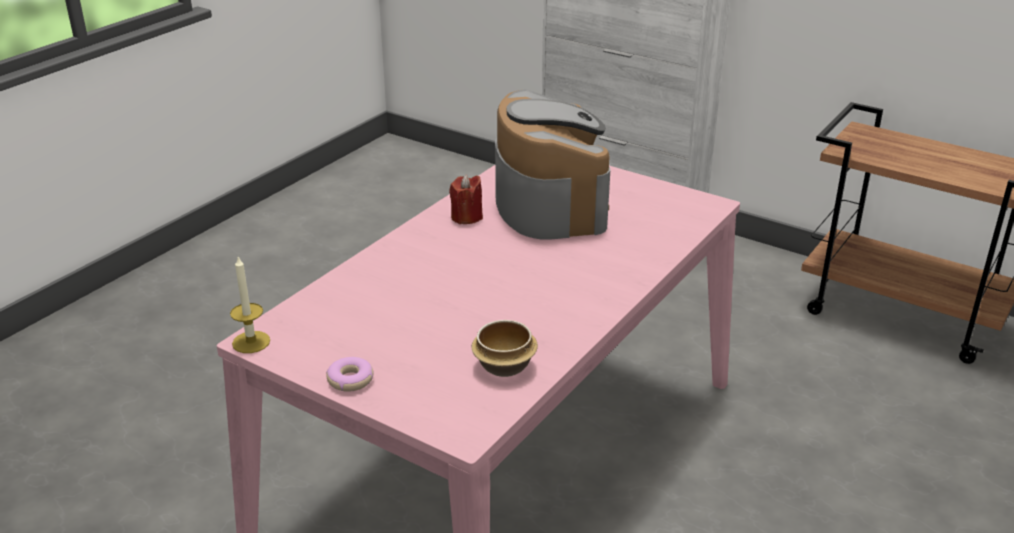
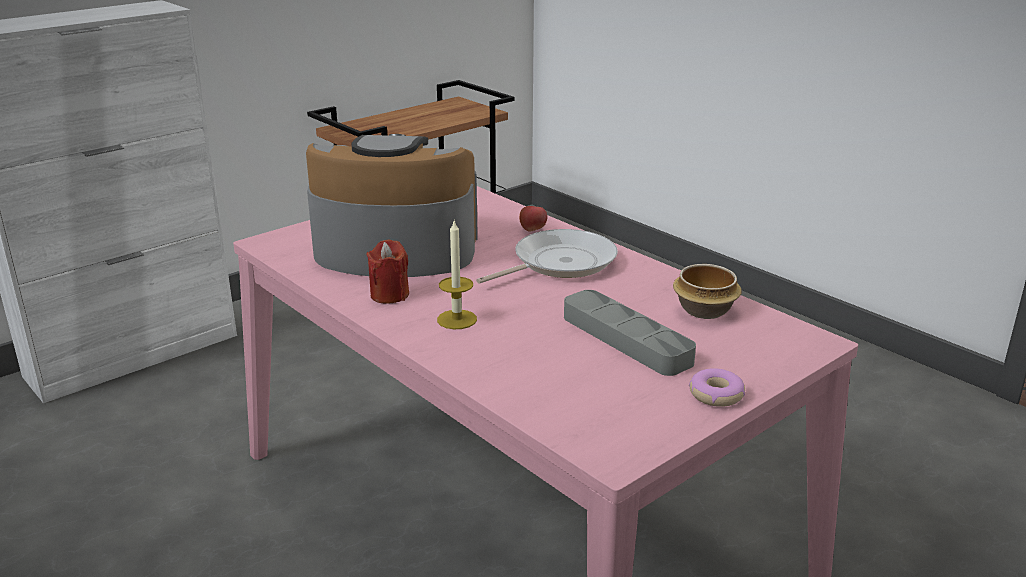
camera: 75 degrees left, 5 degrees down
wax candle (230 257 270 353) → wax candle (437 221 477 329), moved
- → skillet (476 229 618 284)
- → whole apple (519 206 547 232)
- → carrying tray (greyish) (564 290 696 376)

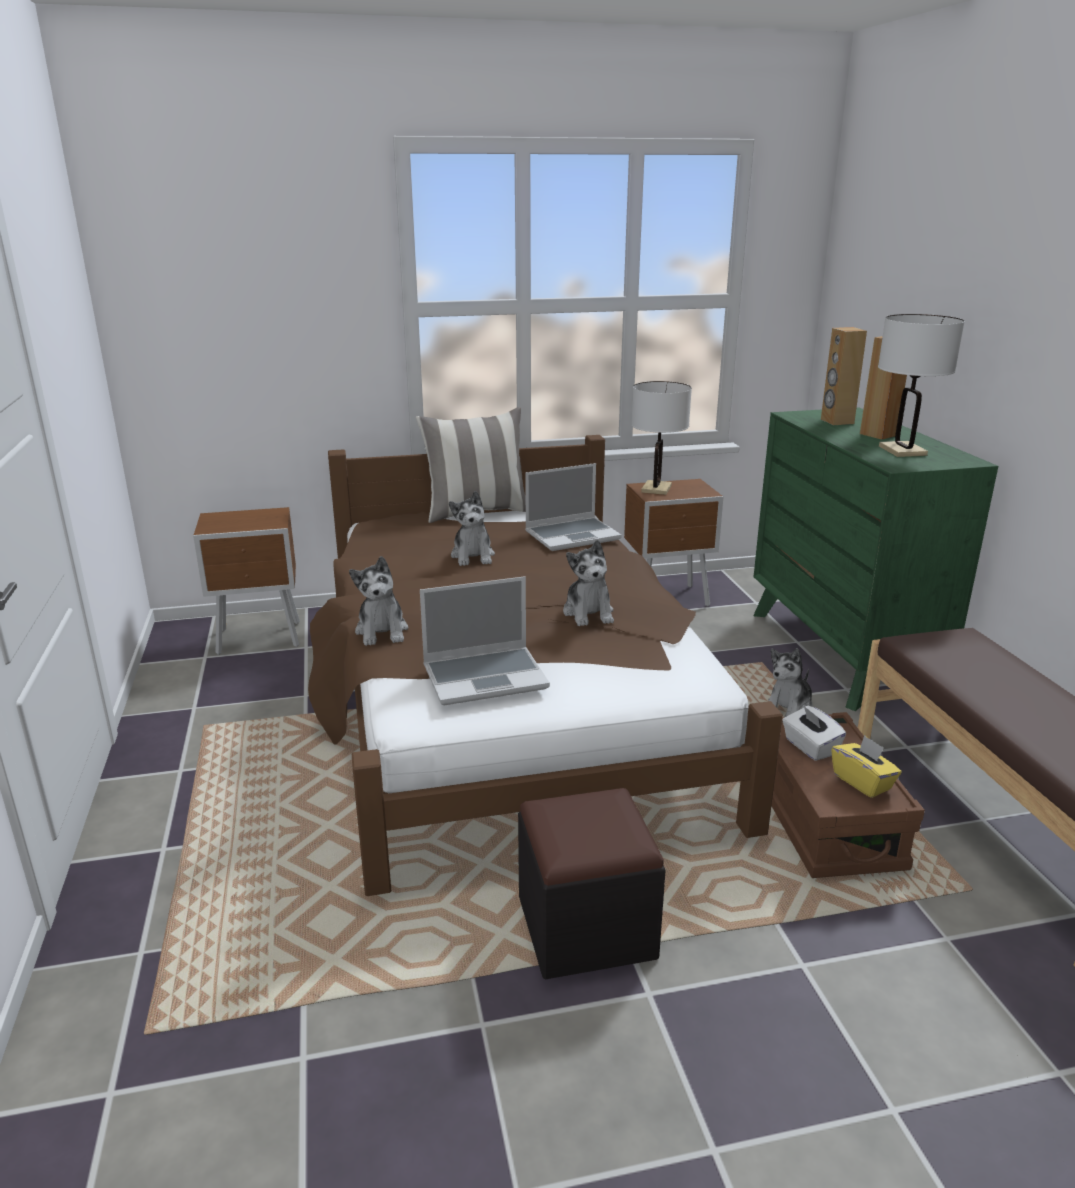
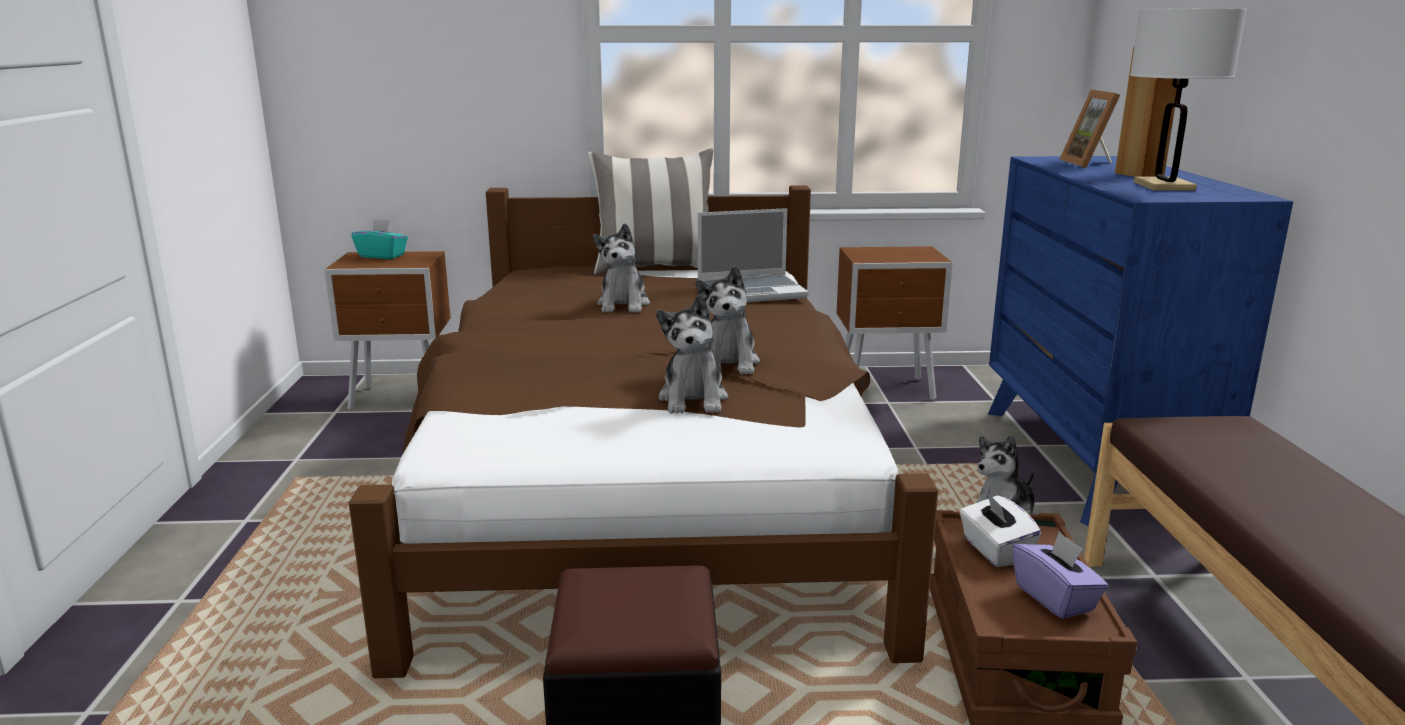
camera: 10 degrees right, 5 degrees down
- → tissue holder (turquoise) (351 219 408 259)
plush toy (349 556 408 646) → plush toy (656 295 728 414), moved
drawer chest (green) (754 407 998 711) → drawer chest (blue-coloured) (988 156 1293 526)
tissue holder (yellow-coloured) (831 735 902 798) → tissue holder (purplish) (1012 531 1108 619)
speaker (brown-coloured) (821 327 867 425) → photo frame (1060 90 1120 168)
laptop (420 576 550 705) → -
lamp for a table (whitish) (631 381 692 495) → -

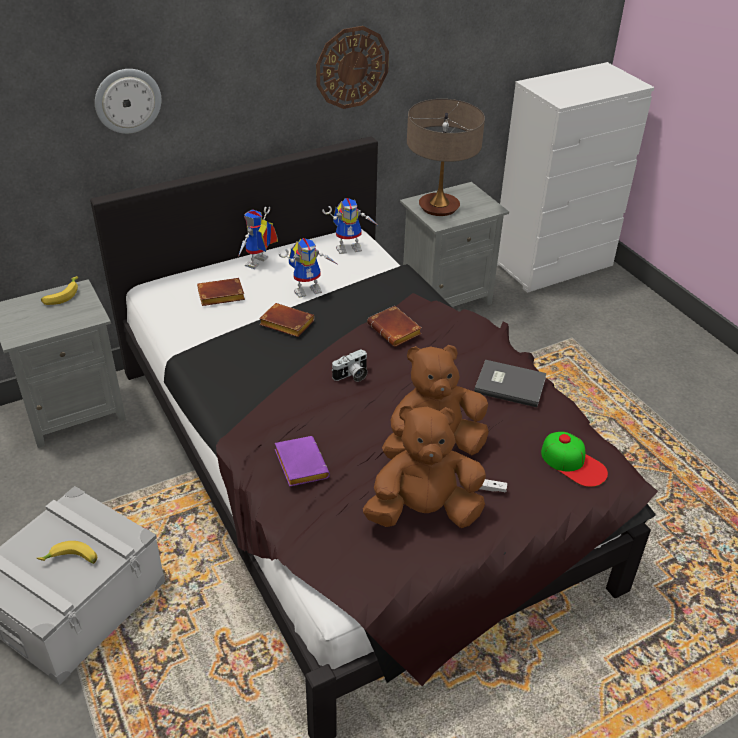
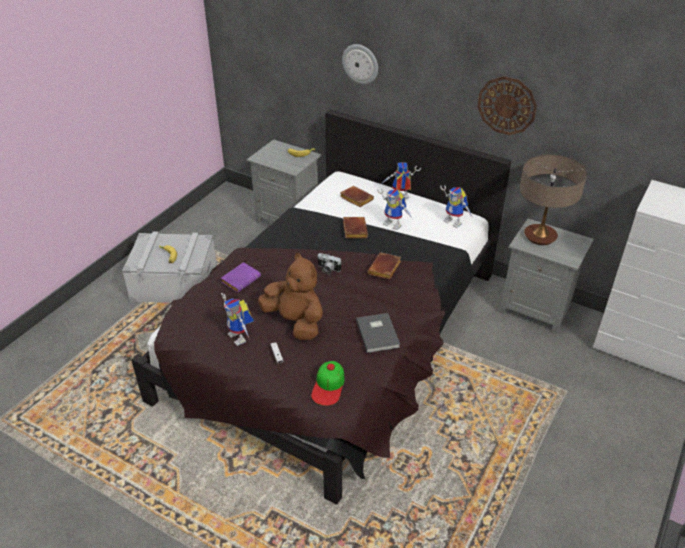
camera: 60 degrees right, 0 degrees up
plush toy (brown-coloured) (363 405 486 528) → model robot (221 293 254 346)

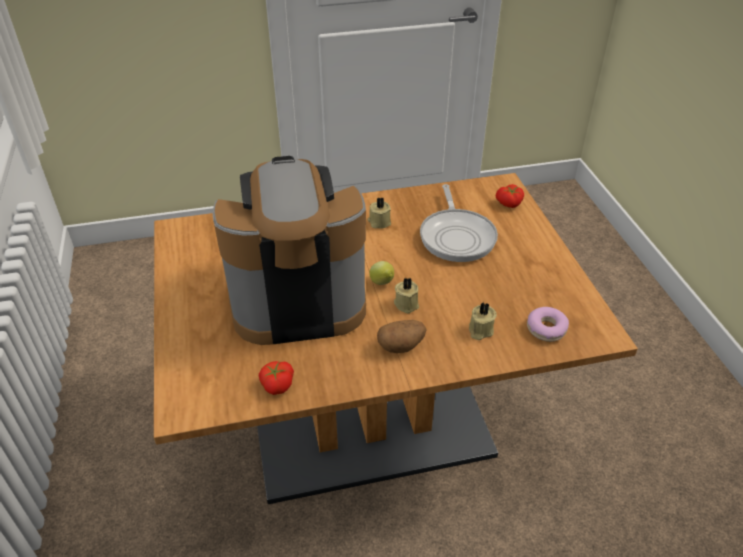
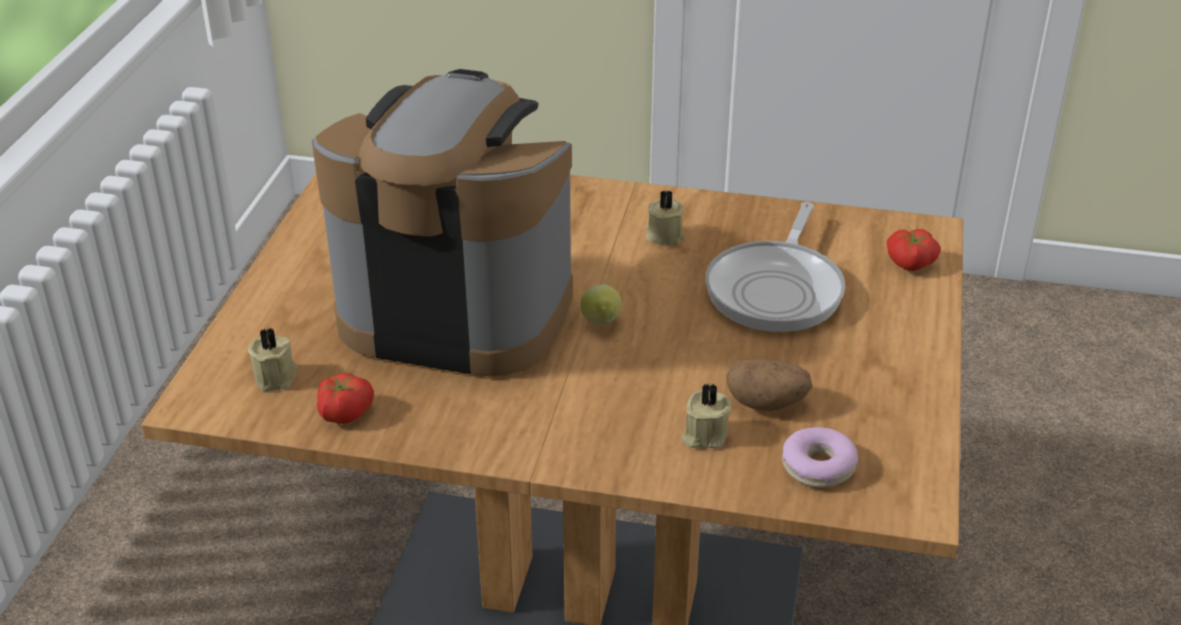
camera: 25 degrees right, 5 degrees down
wax candle (beige) (394 277 419 314) → wax candle (beige) (248 328 298 392), moved
whole potato (377 320 427 353) → whole potato (726 359 813 411), moved

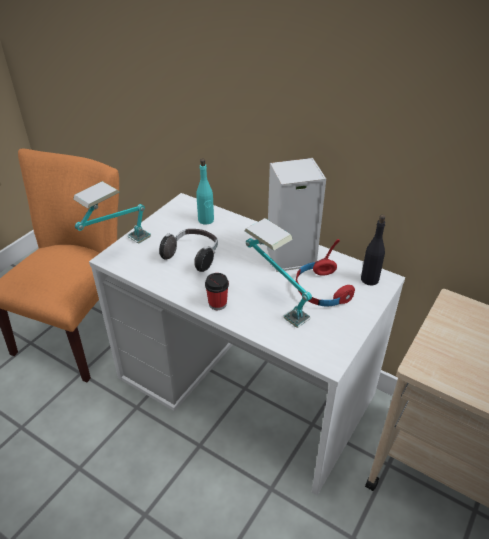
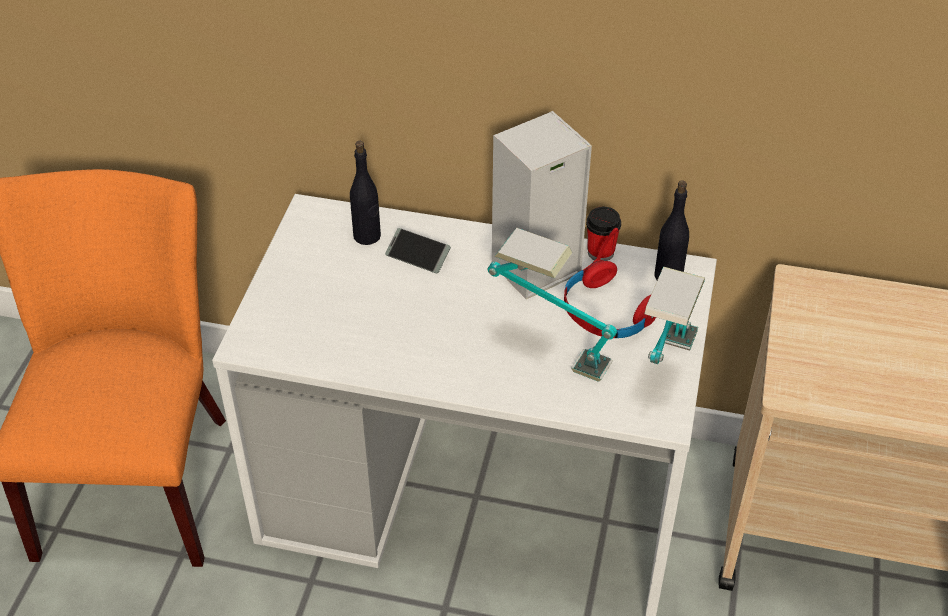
camera: 20 degrees left, 5 degrees up
drink bottle (turquoise) (196 159 214 225) → drink bottle (blackish) (350 141 381 245)
- → phone (385 228 451 273)
drinking cup (205 273 229 310) → drinking cup (586 207 621 261), moved
lamp for a table (73 181 151 244) → lamp for a table (644 266 705 364), moved
headset (159 229 218 272) → -

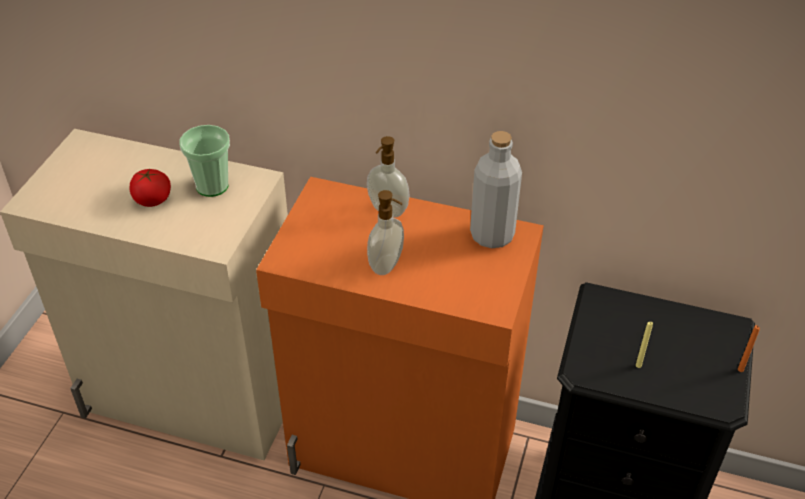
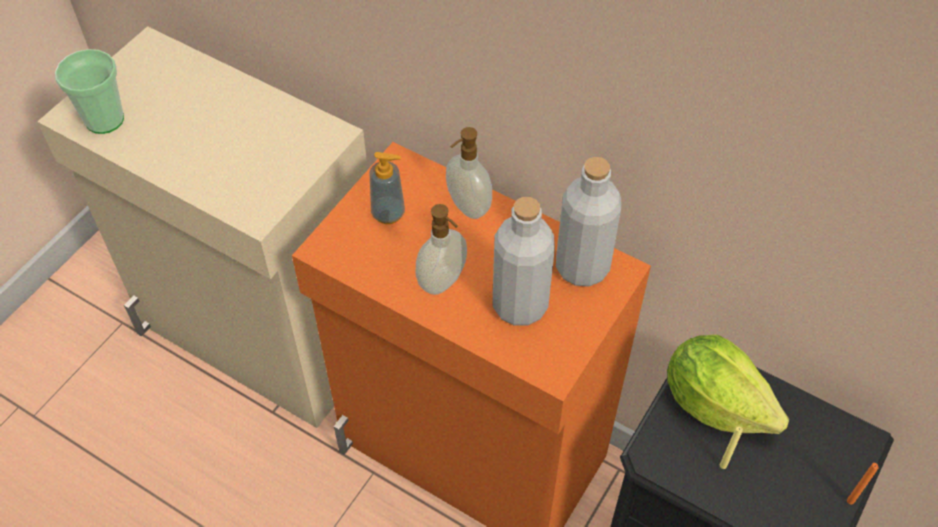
camera: 15 degrees right, 10 degrees up
drinking cup (180 125 230 197) → drinking cup (55 49 124 134), moved
- → soap bottle (370 152 405 224)
- → drink bottle (greyish) (493 197 555 325)
- → head of lettuce (667 335 789 434)
tomato (130 169 171 207) → -

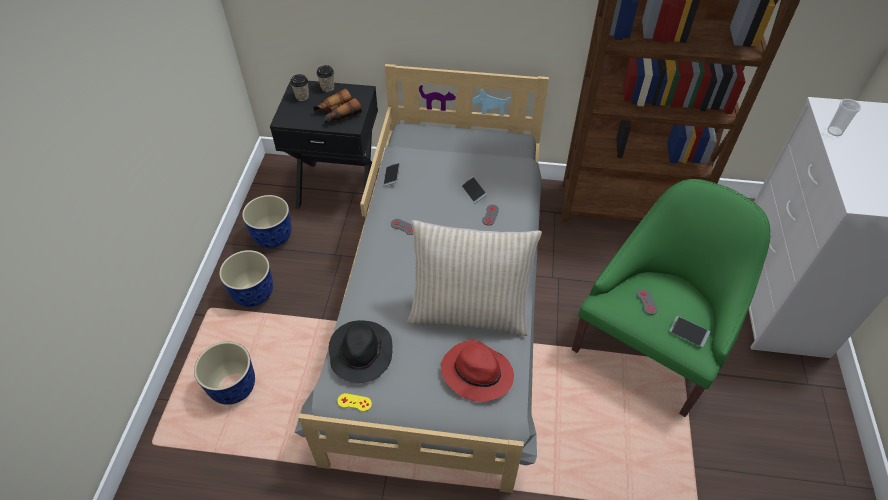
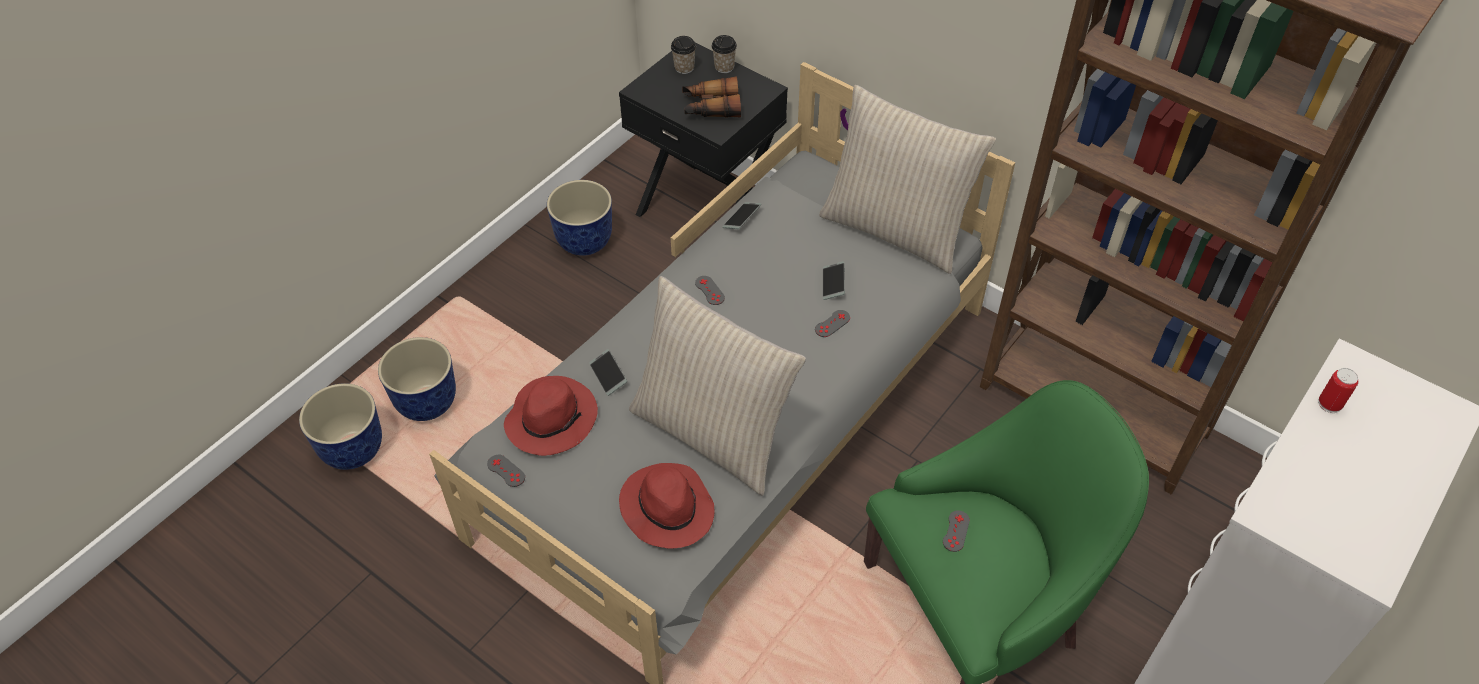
camera: 30 degrees right, 0 degrees up
plant pot (219 250 273 307) → plant pot (299 383 382 470), moved
gamepad (yellow-coloured) (337 393 372 411) → gamepad (greyish) (487 455 525 487)
clothing hat (blackish) (329 320 393 383) → clothing hat (red) (504 376 598 456)
phone (669 316 710 347) → phone (589 349 627 396), moved
- → pillow (beige) (819 85 996 274)
drinking cup (827 99 861 136) → metal can (1318 368 1358 413)

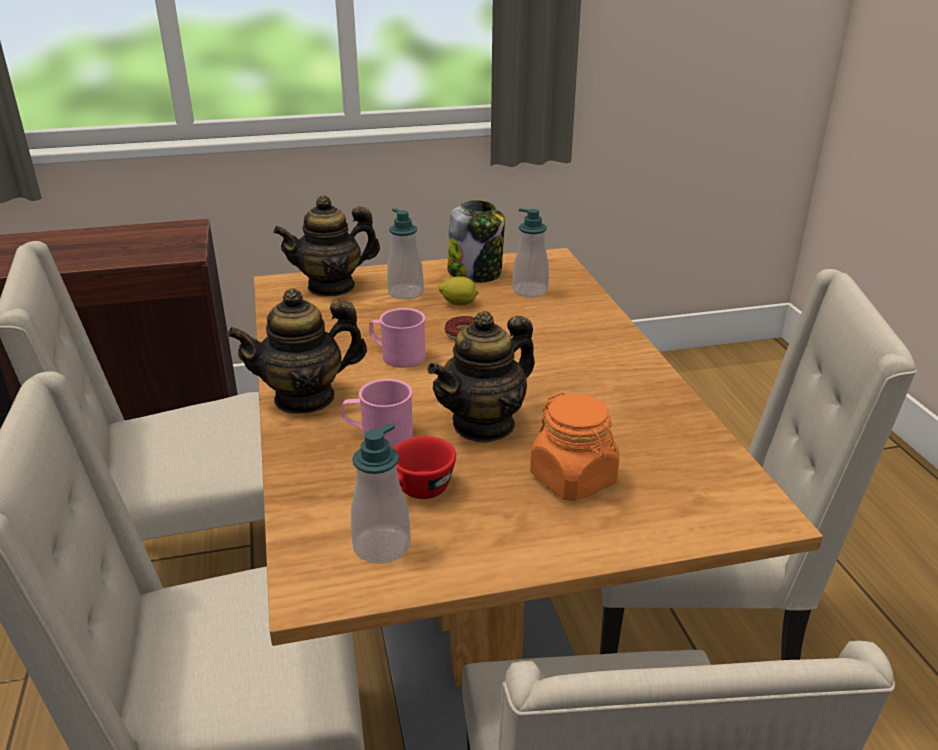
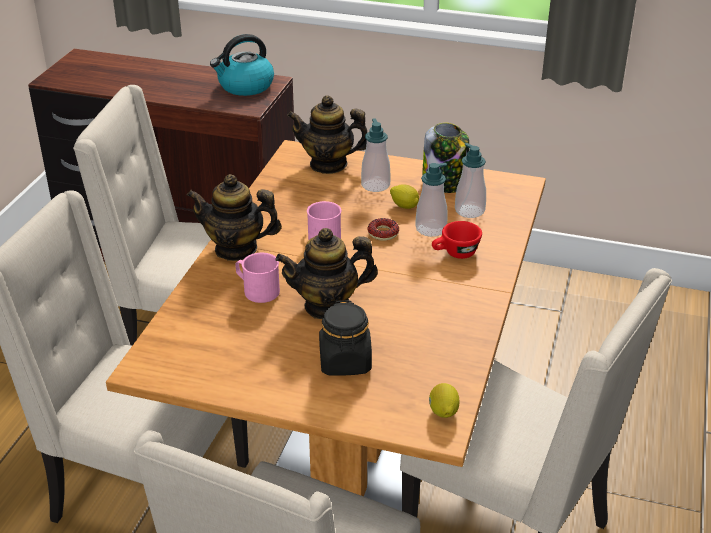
camera: 30 degrees right, 5 degrees up
- → kettle (210 34 274 96)
preserve jar (orange-coloured) (530 392 619 501) → preserve jar (blackish) (319 300 372 376)
soap bottle (351 423 411 564) → soap bottle (415 163 448 237), moved
- → lemon (429 383 459 418)
drinking cup (red) (394 436 456 499) → drinking cup (red) (432 221 482 259), moved

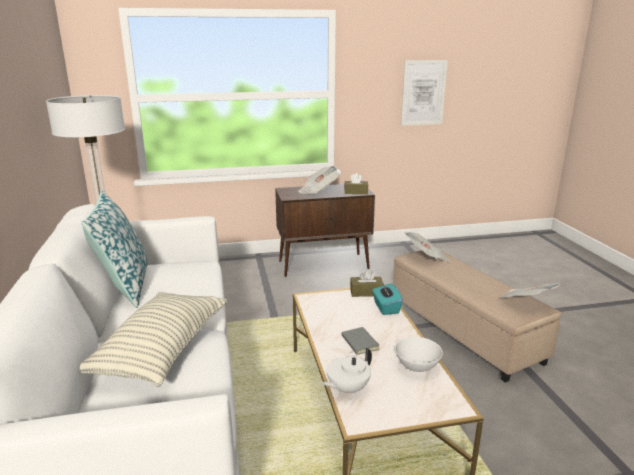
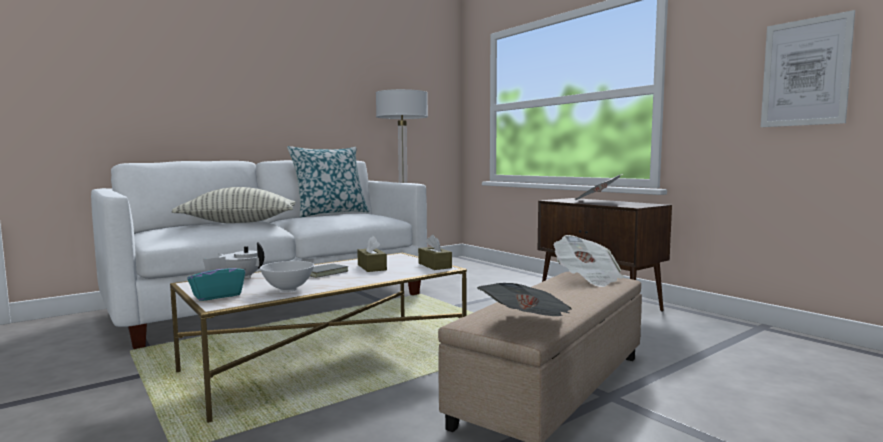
camera: 65 degrees right, 15 degrees down
tissue holder (turquoise) (372 281 403 315) → tissue holder (turquoise) (187 256 245 301), moved
tissue holder (brown-coloured) (344 173 368 194) → tissue holder (brown-coloured) (357 236 387 272), moved

